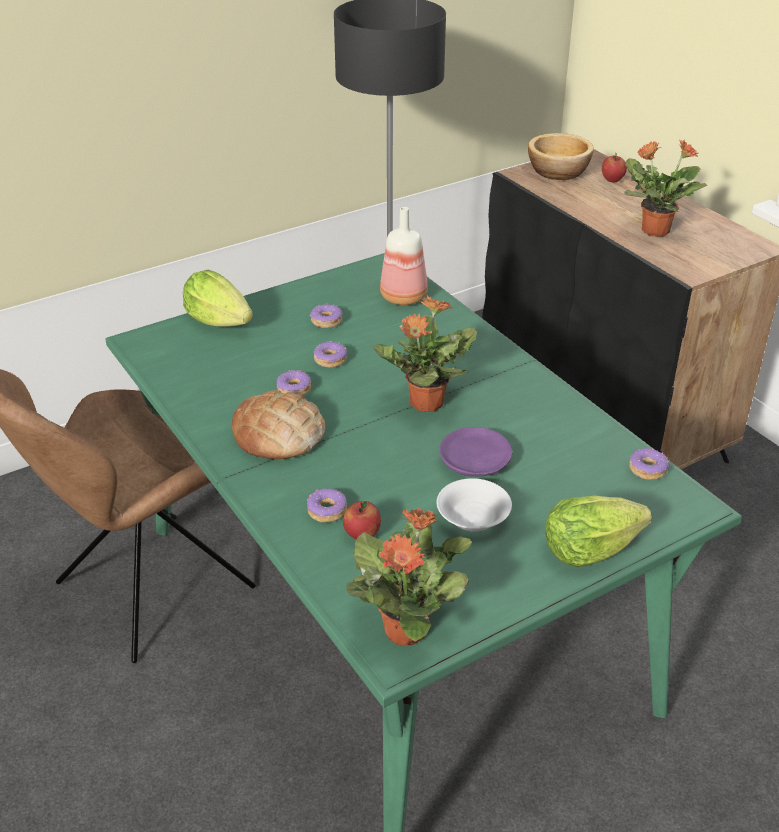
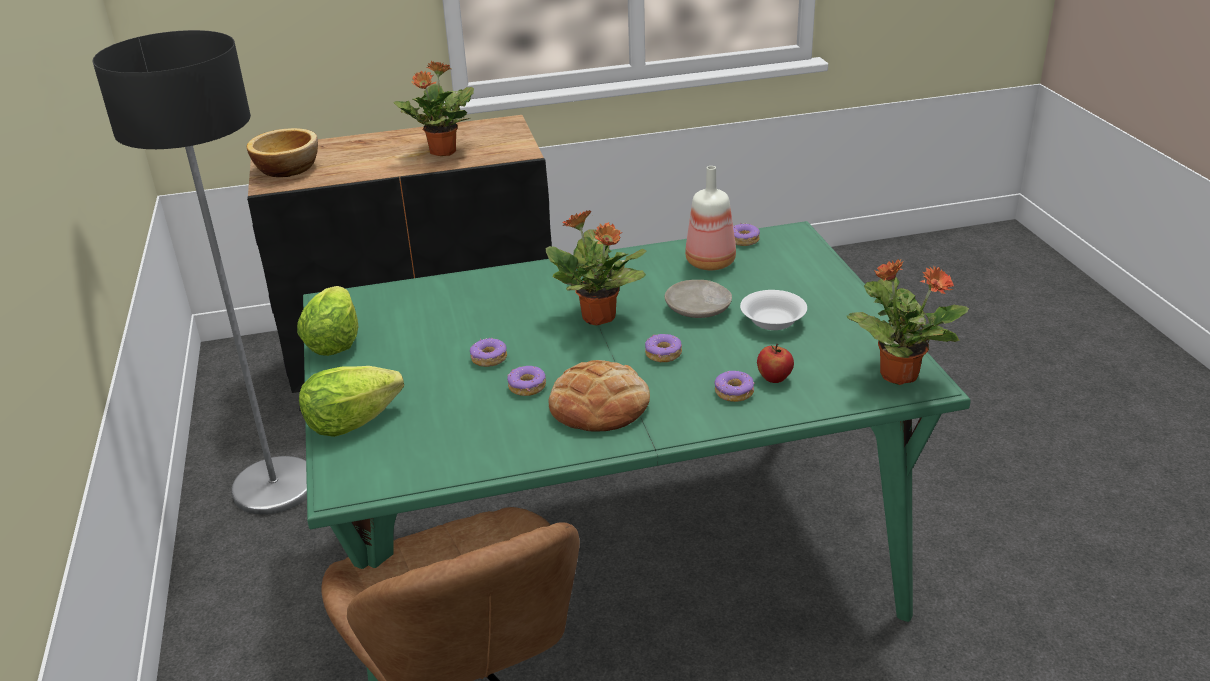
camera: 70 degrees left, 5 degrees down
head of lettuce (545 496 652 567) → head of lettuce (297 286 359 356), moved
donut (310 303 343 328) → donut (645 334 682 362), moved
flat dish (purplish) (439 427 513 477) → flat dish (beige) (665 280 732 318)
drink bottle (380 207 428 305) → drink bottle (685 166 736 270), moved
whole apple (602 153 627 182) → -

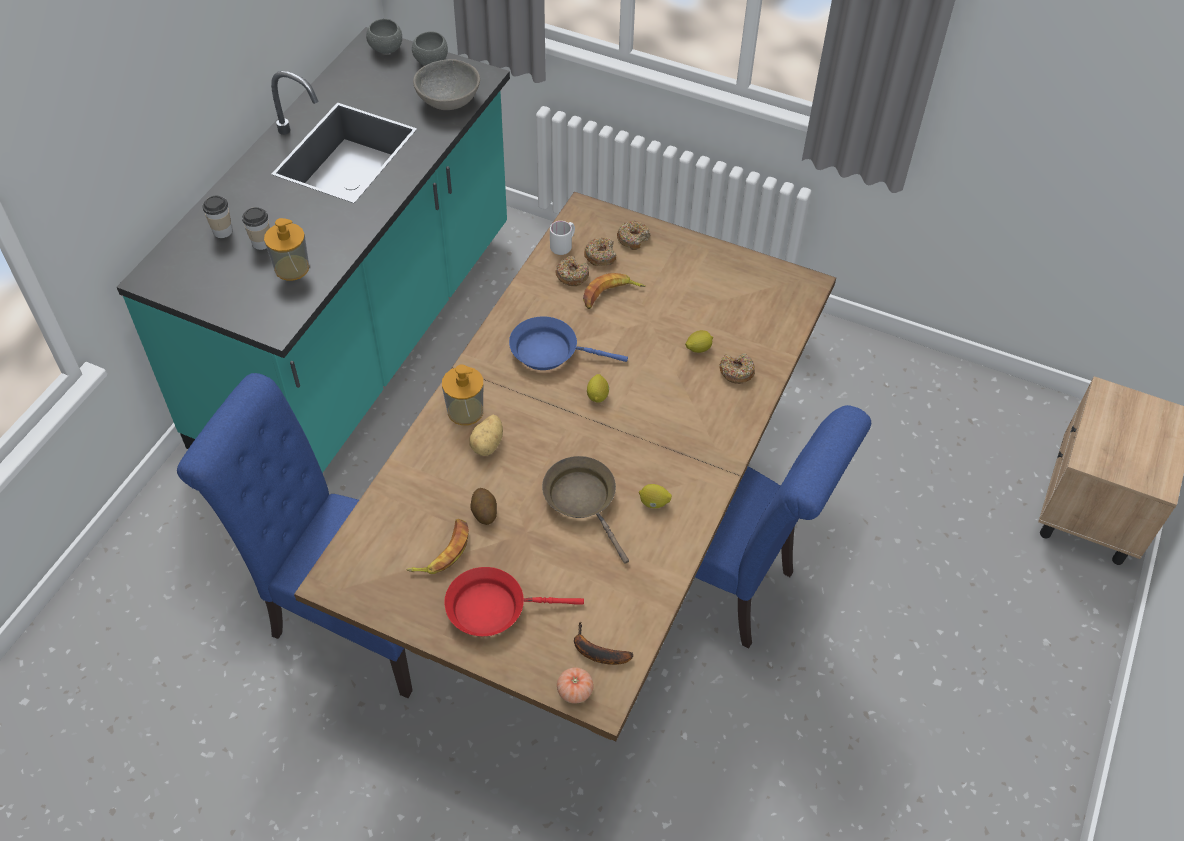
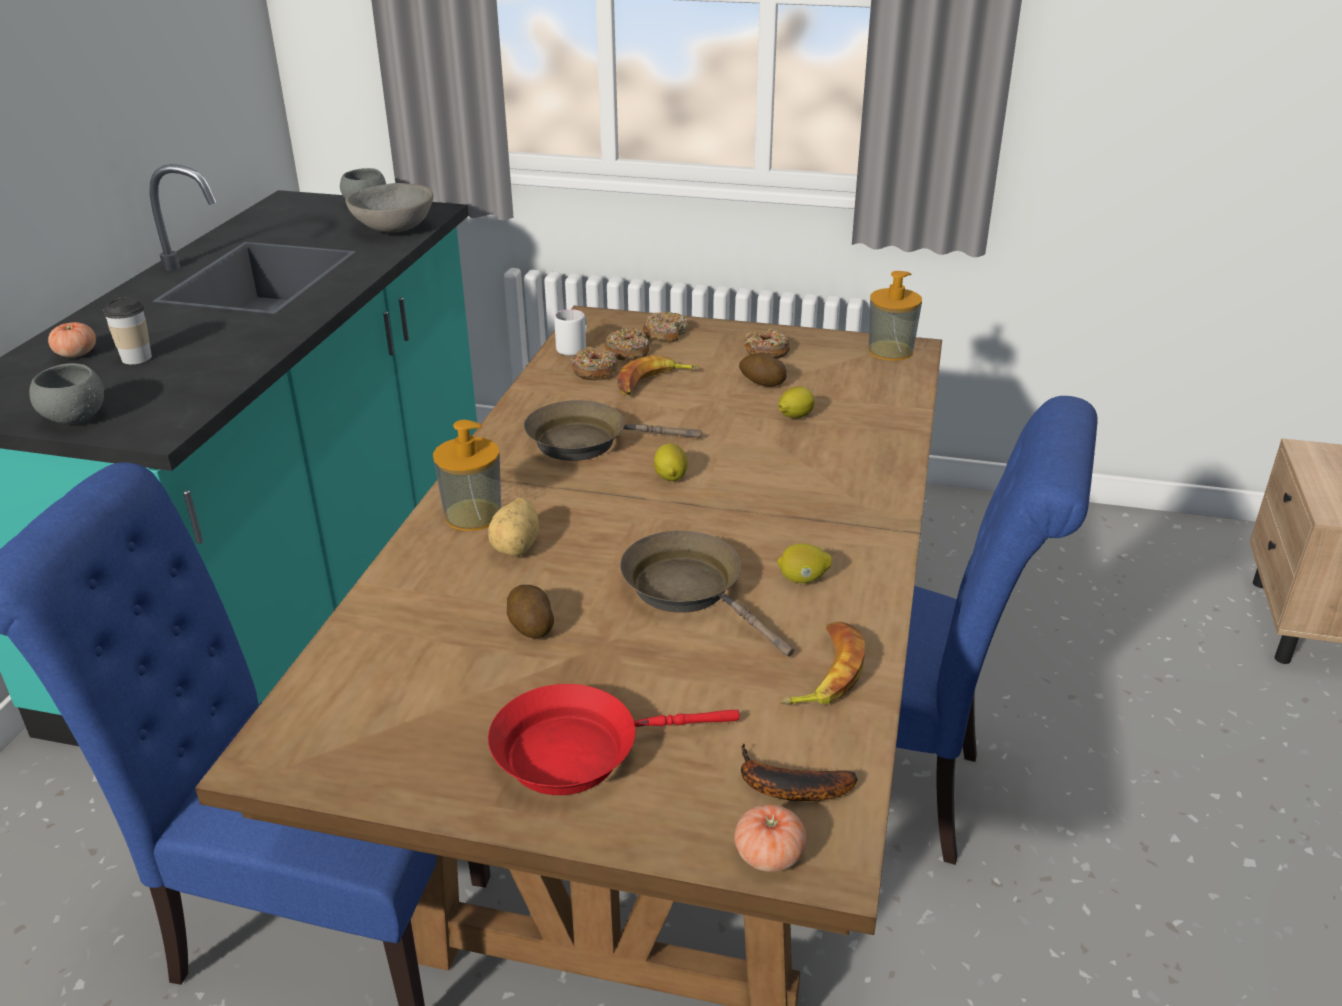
camera: 10 degrees left, 20 degrees down
serving bowl (greyish) (366 19 402 54) → serving bowl (greyish) (29 363 104 424), moved
drinking cup (203 196 232 238) → tomato (48 322 96 357)
skillet (blue-coloured) (509 316 628 370) → skillet (brown-coloured) (524 400 701 461)
- → whole potato (739 353 787 387)
donut (719 353 755 384) → donut (744 328 790 359), moved
banana fruit (406 519 469 574) → banana fruit (780 622 865 705), moved
soap bottle (264 218 309 281) → soap bottle (869 271 922 361), moved

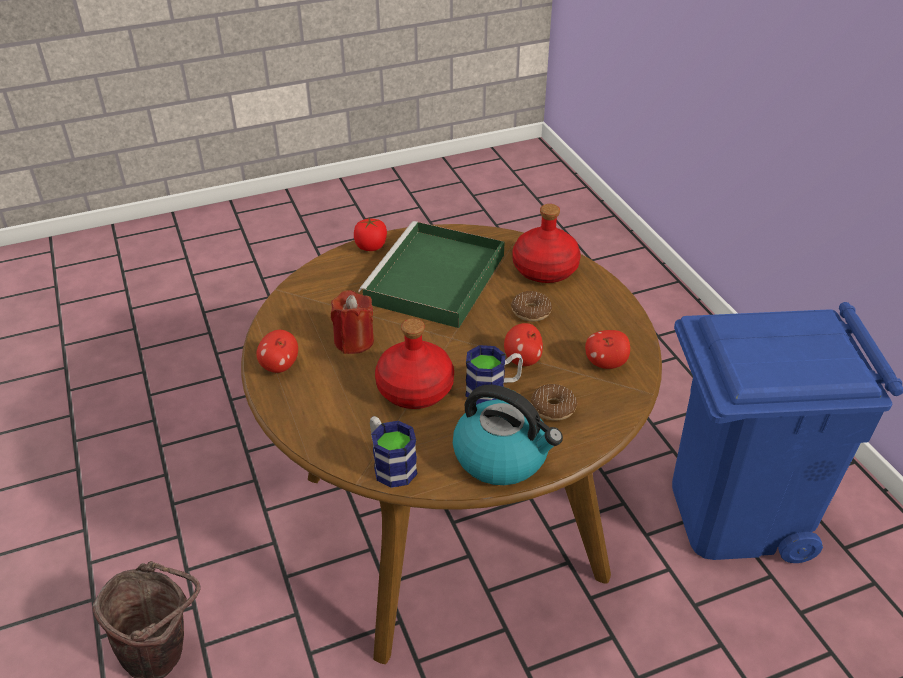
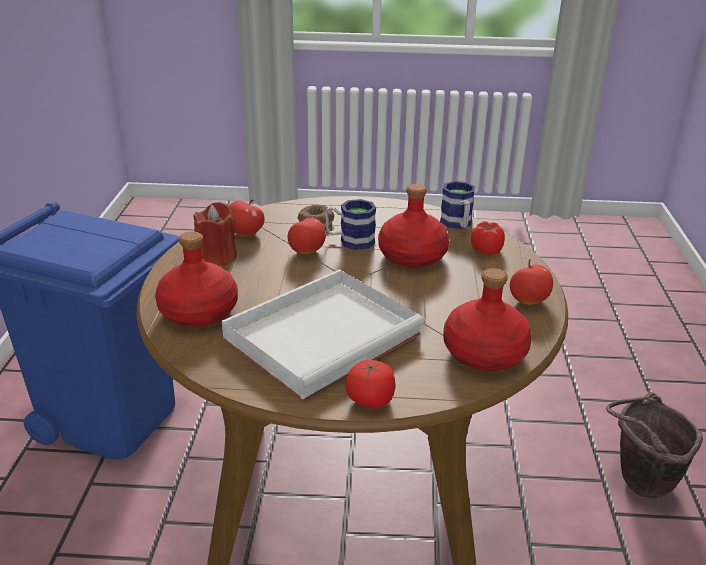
camera: 155 degrees left, 10 degrees down
wax candle (red) (331 290 374 354) → wax candle (red) (193 202 237 266), moved
carrying tray (green) (358 221 505 328) → carrying tray (whitish) (222 269 424 400)
- → drink bottle (red) (443 268 532 371)
- → tomato (471 221 505 255)
kettle (453 385 563 485) → -
donut (511 291 552 322) → -

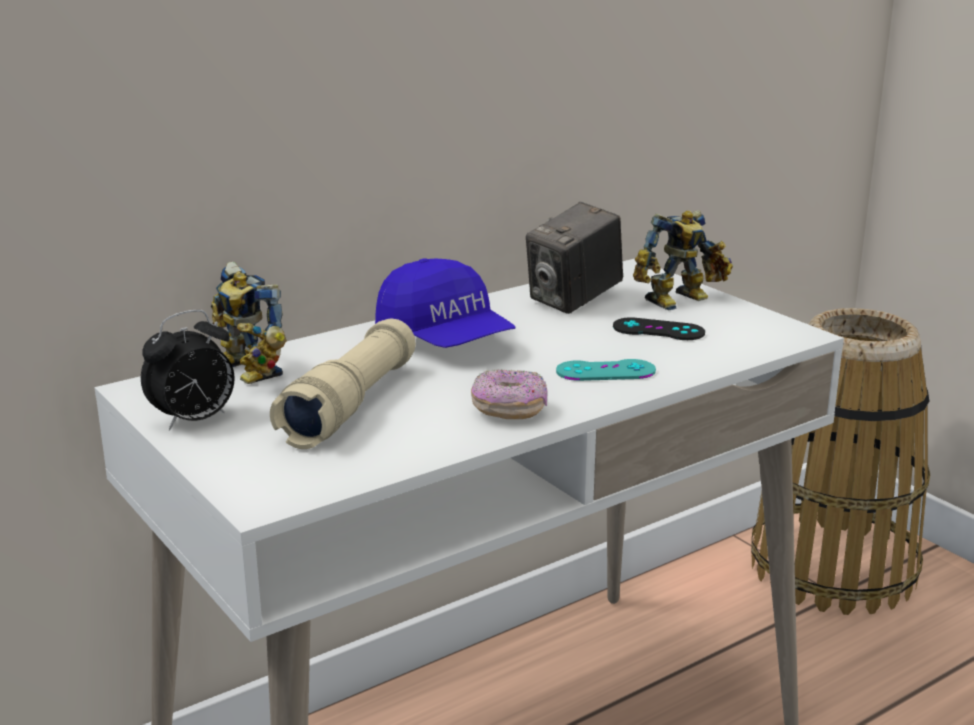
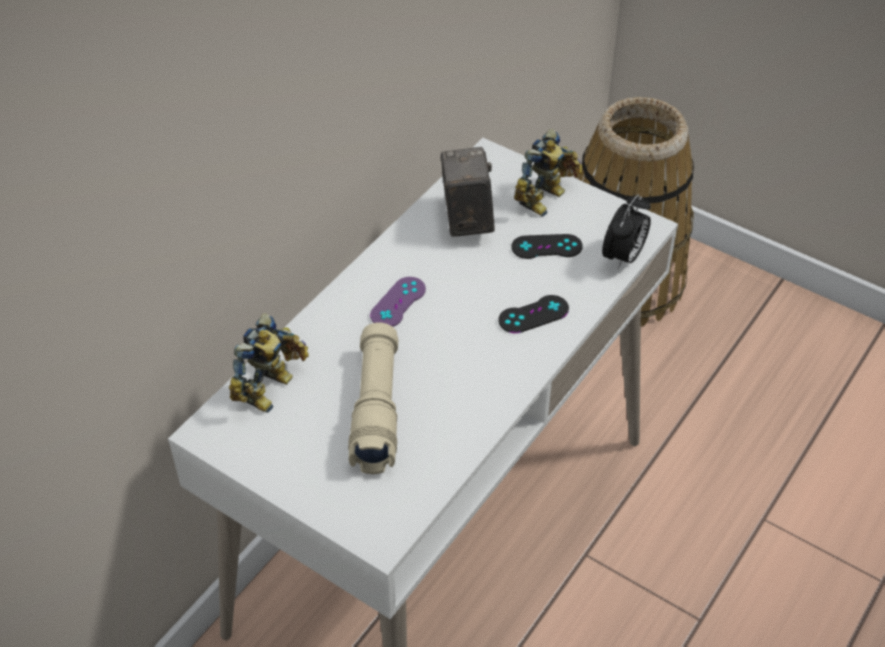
camera: 20 degrees left, 25 degrees up
model robot (211 262 287 384) → model robot (229 314 308 413), 90 degrees counterclockwise
baseball cap (blue-coloured) (375 258 515 348) → gamepad (purplish) (370 277 426 327)
still camera (526 202 623 314) → still camera (441 147 495 237), 150 degrees clockwise
gamepad (turquoise) (556 359 656 381) → gamepad (blackish) (498 295 569 333)
table clock (141 310 235 431) → table clock (602 194 651 270), moved
donut (471 369 547 419) → -

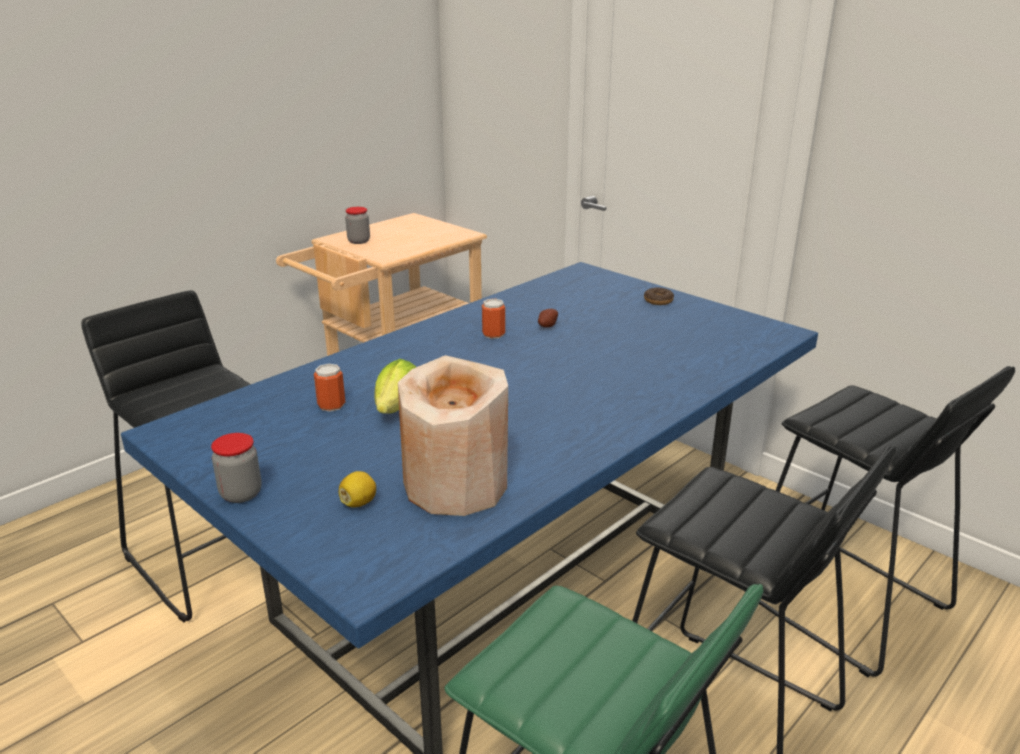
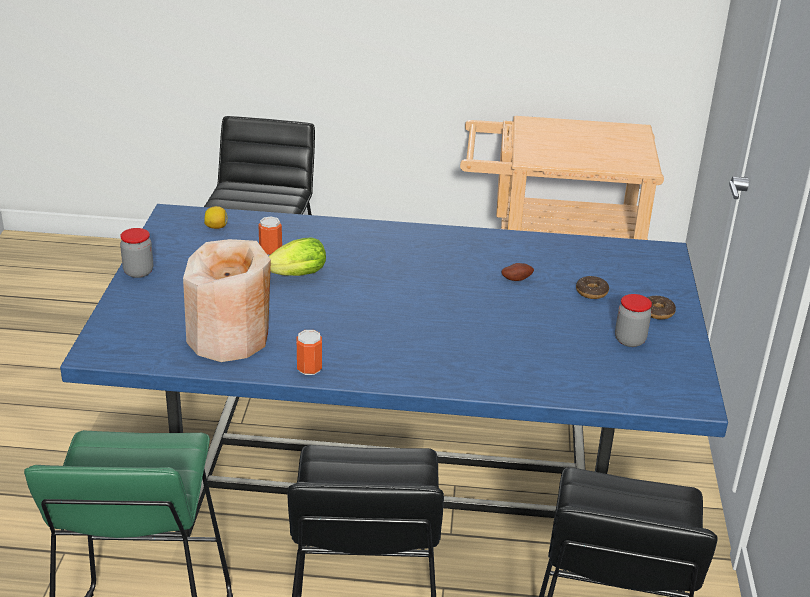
camera: 50 degrees right, 5 degrees up
lemon (339 471 376 508) → lemon (204 206 227 229), moved
metal can (482 299 505 339) → metal can (297 330 322 375), moved
- → donut (576 276 609 299)
preserve jar (345 207 370 244) → preserve jar (615 294 652 347), moved

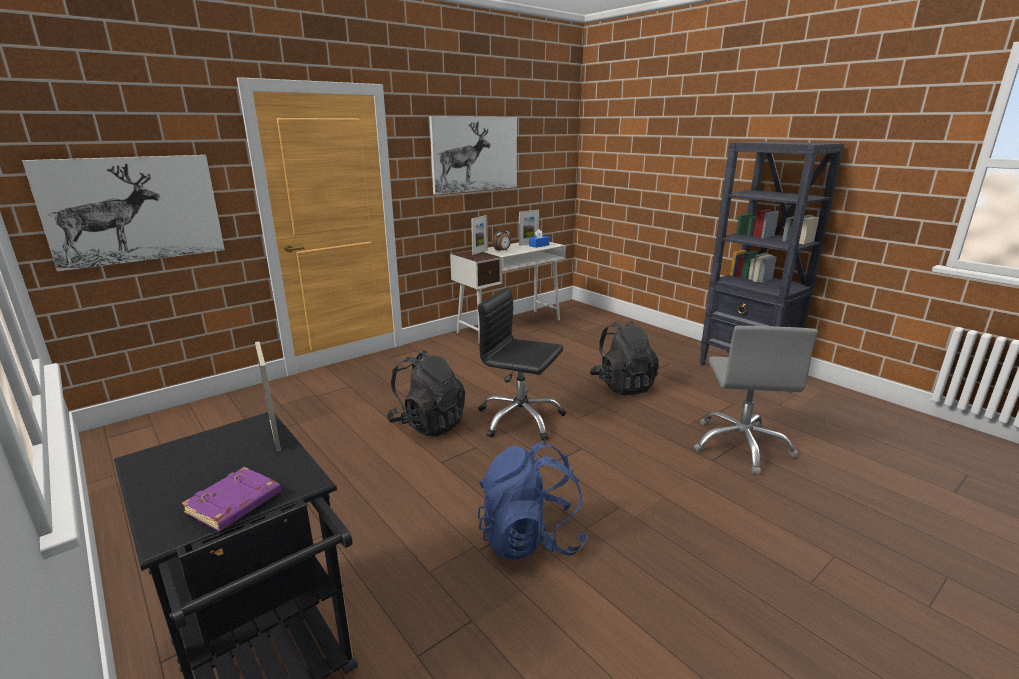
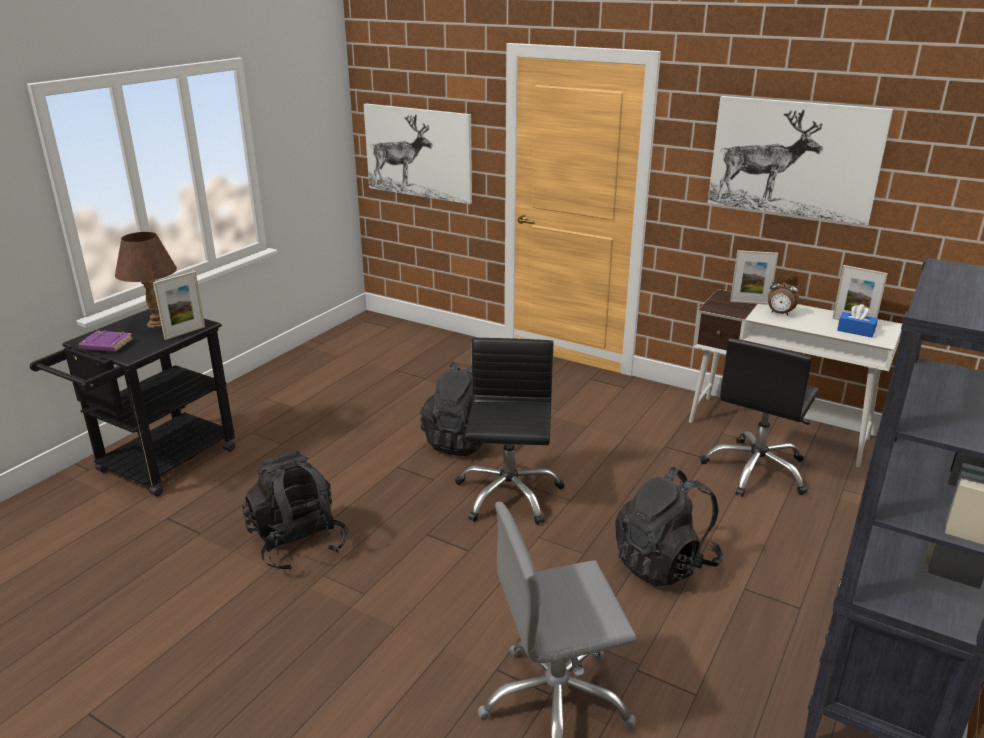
camera: 70 degrees right, 5 degrees up
- → lamp for a table (brown-coloured) (115 232 177 328)
knapsack (blue-coloured) (478 441 588 560) → knapsack (blackish) (242 450 348 571)
- → desk chair (blackish) (700 338 819 497)

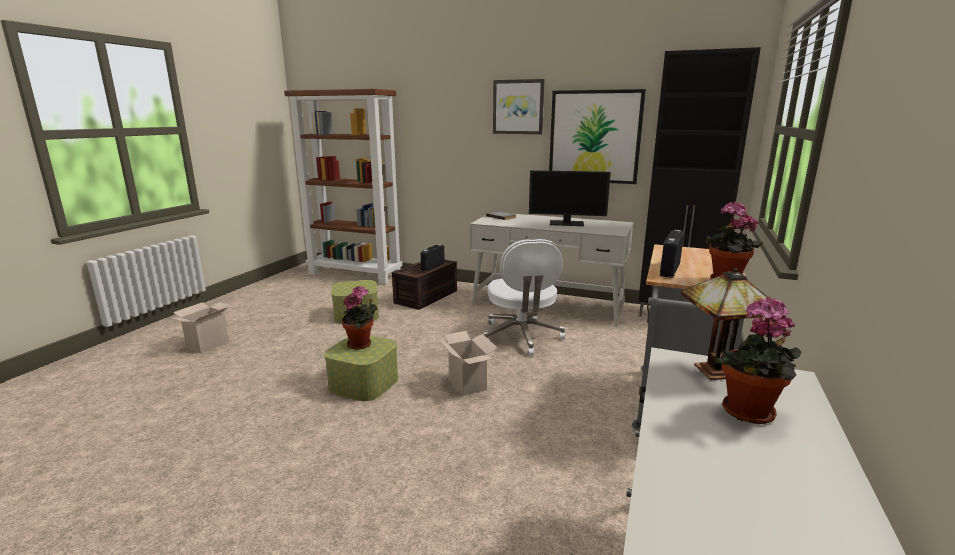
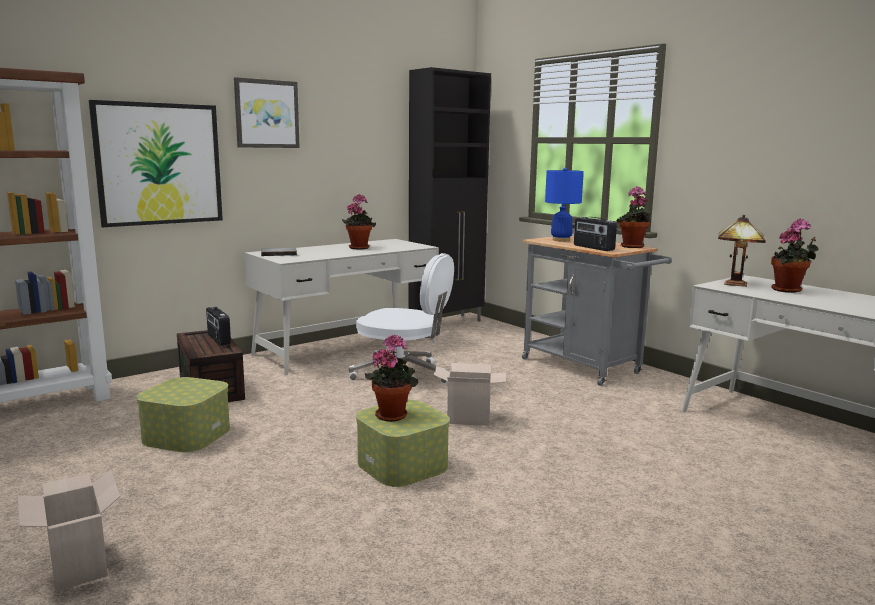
camera: 60 degrees left, 5 degrees down
wall art (549 89 646 184) → wall art (89 100 223 227), moved
monitor (529 170 611 226) → potted plant (342 194 376 249)
- → lamp for a table (blue-coloured) (545 168 584 241)

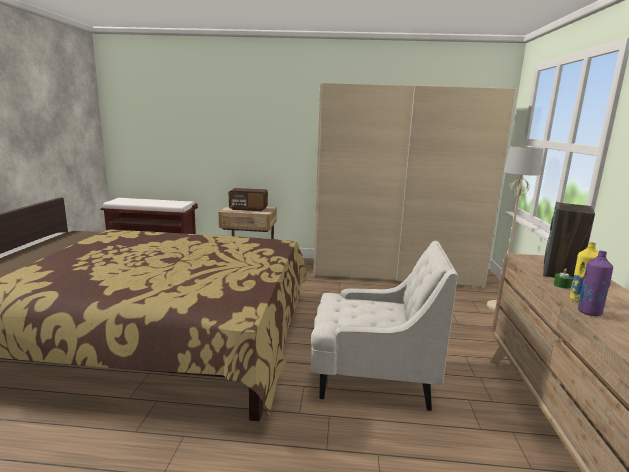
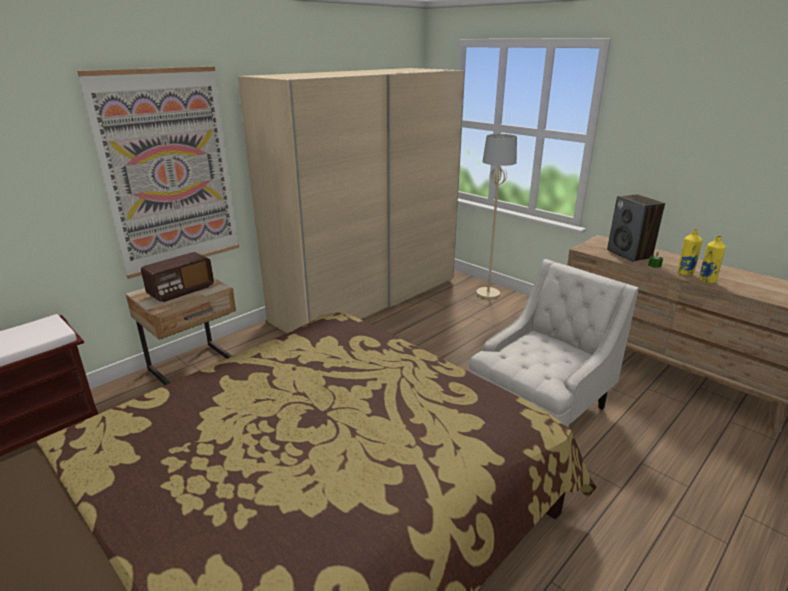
camera: 50 degrees left, 10 degrees up
- → wall art (77 66 239 279)
drink bottle (purplish) (578 250 613 316) → drink bottle (yellow-coloured) (699 235 726 284)

